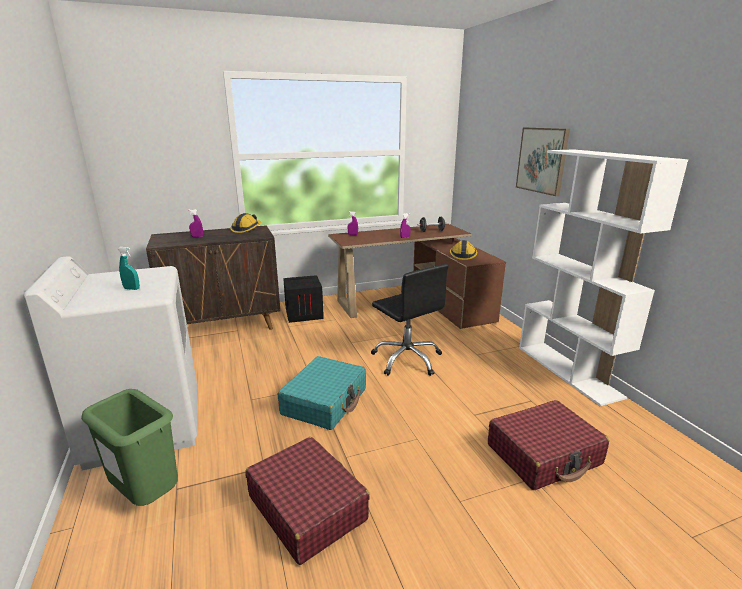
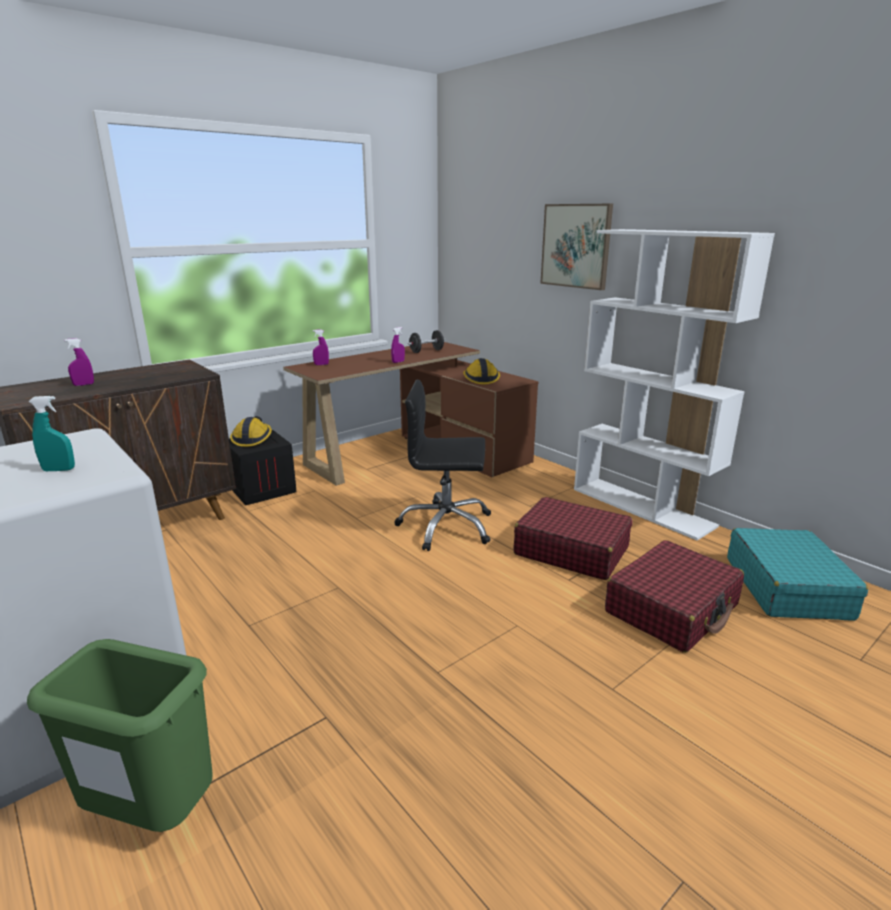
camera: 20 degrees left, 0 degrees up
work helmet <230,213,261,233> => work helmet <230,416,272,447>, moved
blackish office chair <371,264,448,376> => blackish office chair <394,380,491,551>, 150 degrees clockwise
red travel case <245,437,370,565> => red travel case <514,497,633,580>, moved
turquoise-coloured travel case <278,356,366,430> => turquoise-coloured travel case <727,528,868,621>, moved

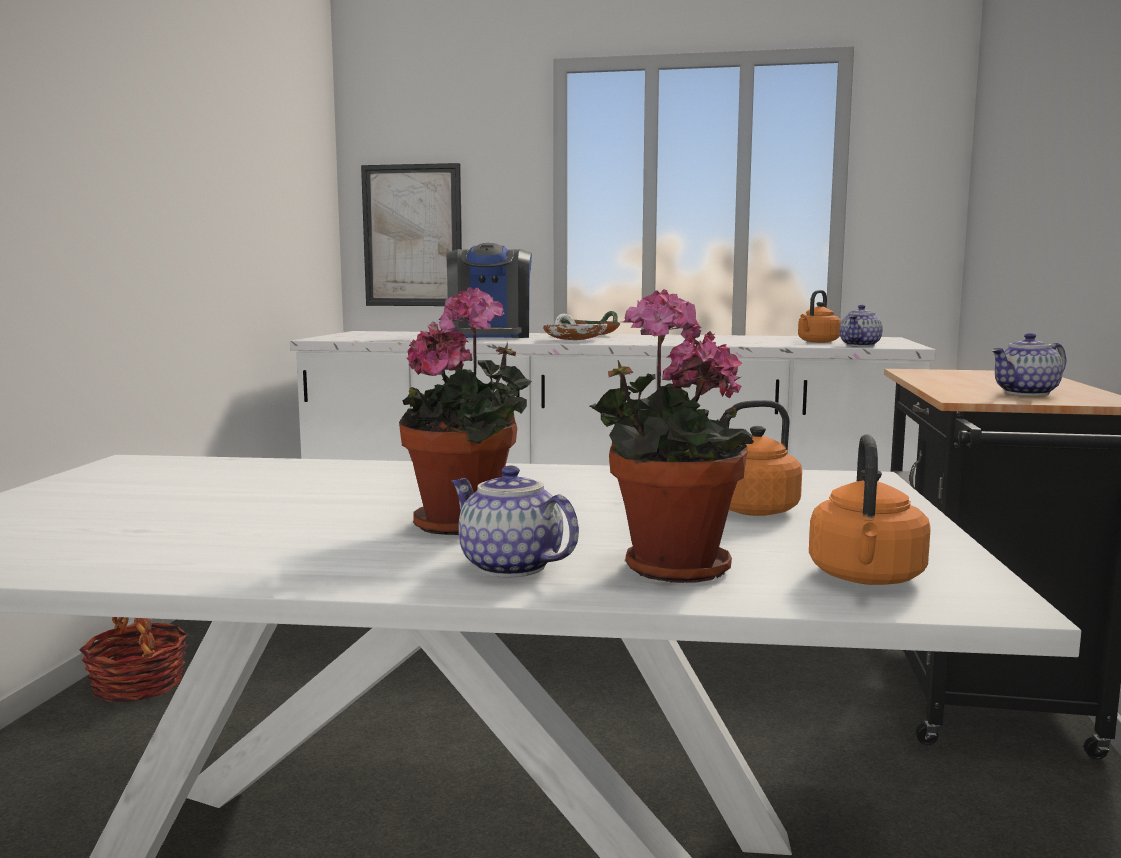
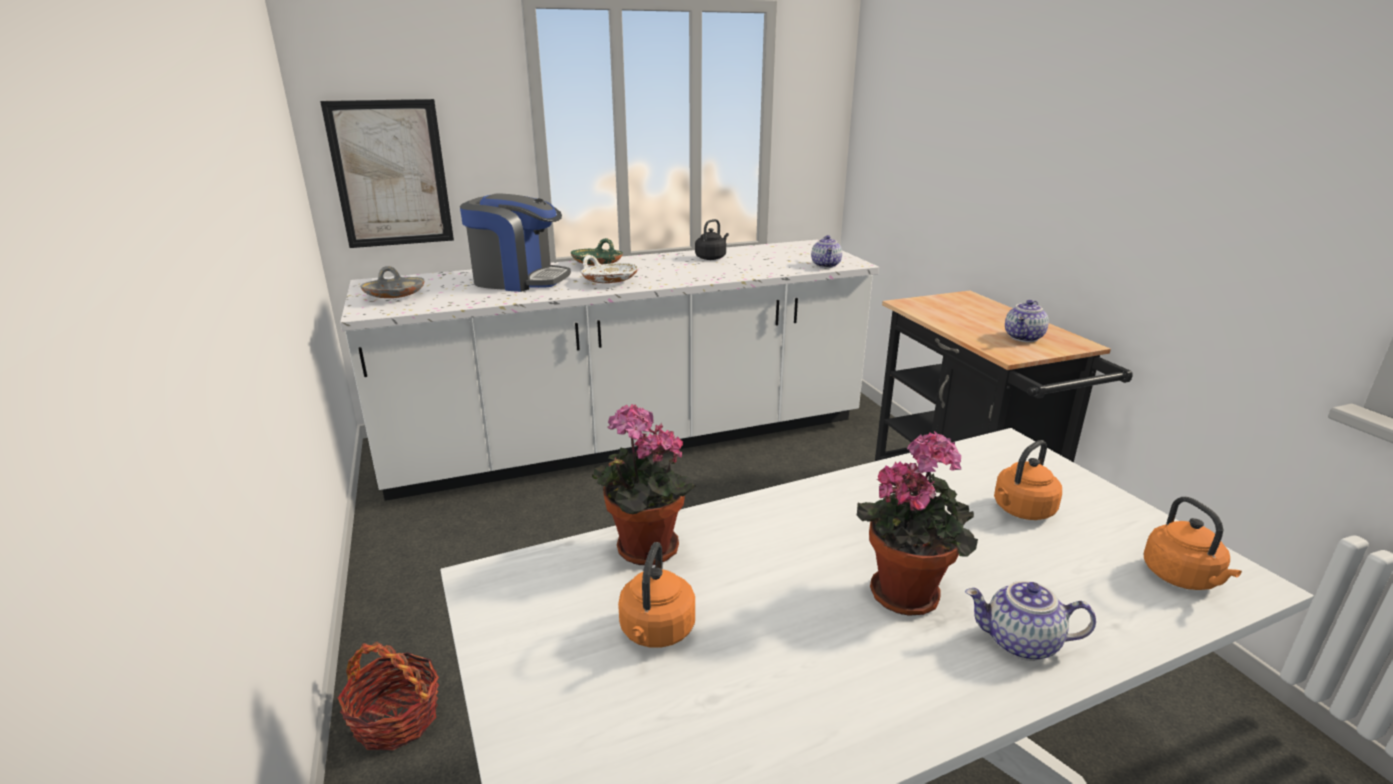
camera: 30 degrees left, 15 degrees up
nothing => grey deep dish <360,266,424,298>
coffee machine <446,243,532,338> => coffee machine <460,193,571,292>, 45 degrees counterclockwise
plant in a pot <590,290,754,583> => plant in a pot <592,404,696,565>, moved
orange kettle <798,290,841,343> => orange kettle <618,542,695,648>, moved
nothing => blackish kettle <695,219,729,260>

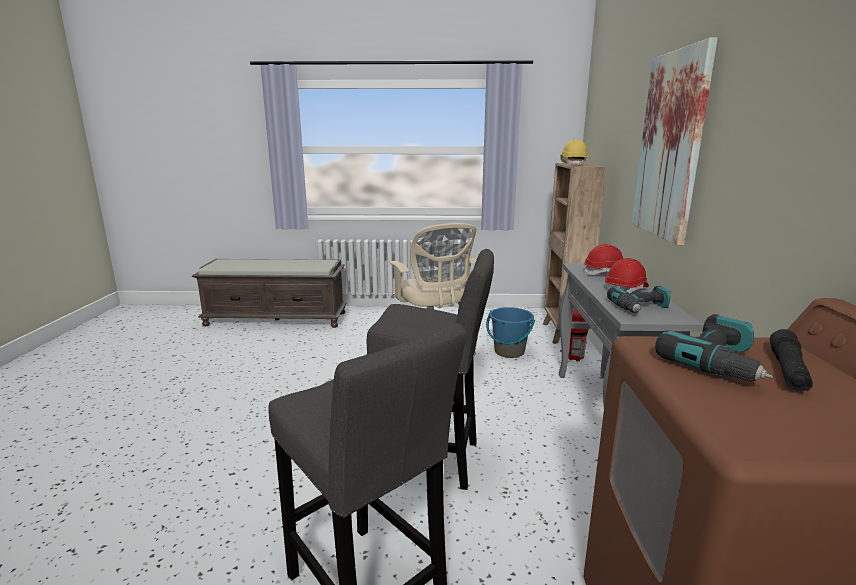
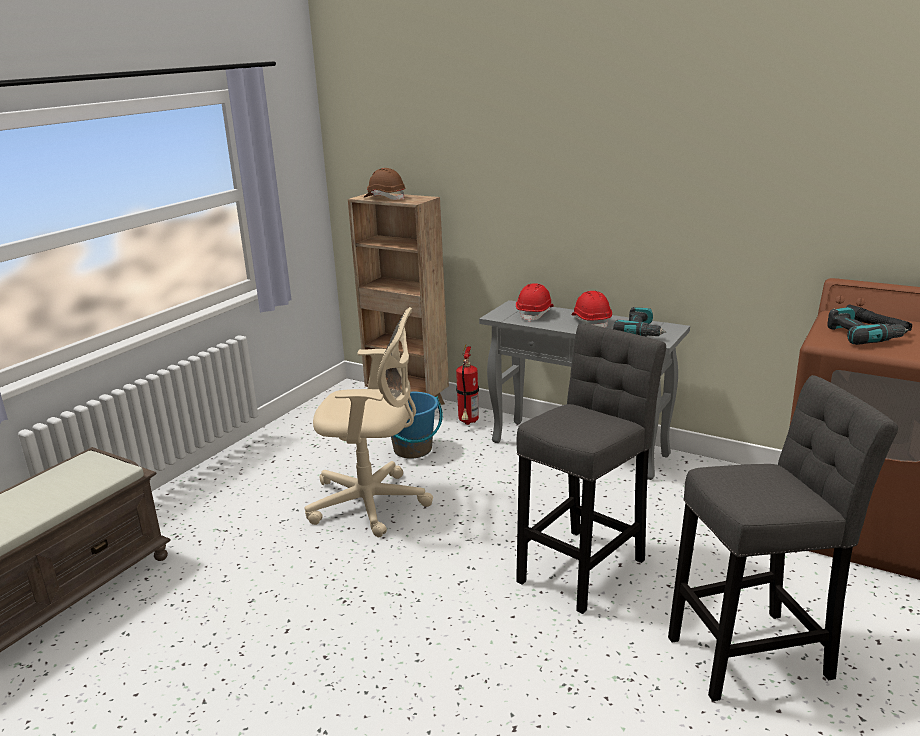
camera: 60 degrees left, 5 degrees up
yellow-coloured work helmet <560,139,589,165> => brown-coloured work helmet <364,168,405,200>
picture <632,37,718,245> => nothing

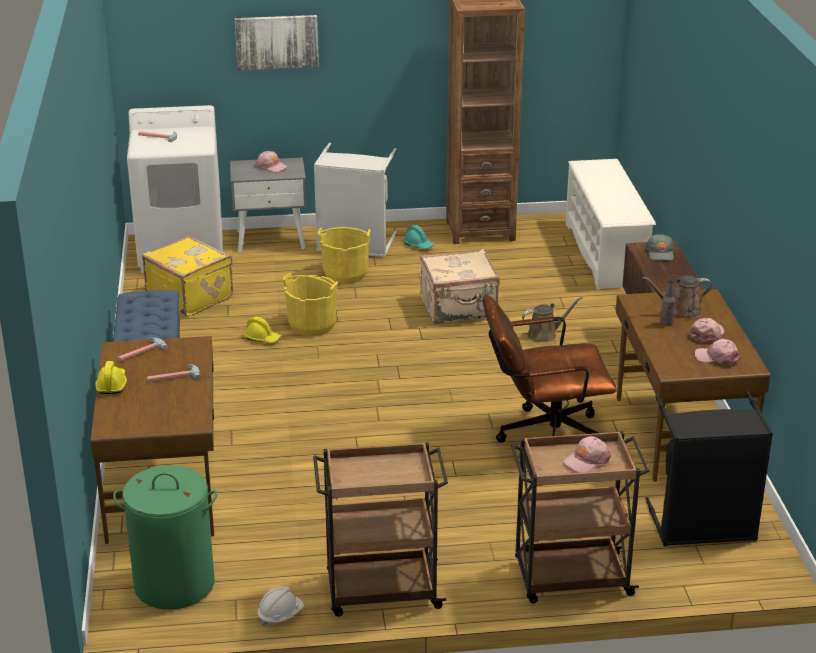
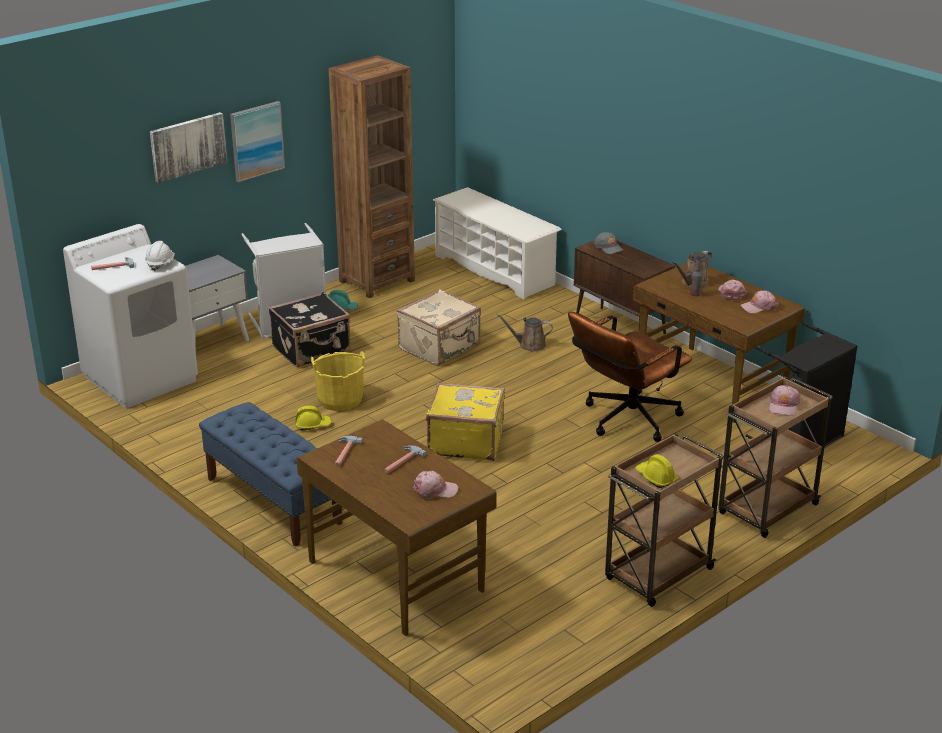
camera: 35 degrees left, 0 degrees up
white-coloured work helmet <258,587,304,626> => white-coloured work helmet <145,241,175,271>, moved
nothing => picture <230,101,285,182>
yellow-coloured pail <318,227,371,284> => blackish travel case <269,292,351,367>
pink-coloured cap <256,151,288,172> => pink-coloured cap <413,471,458,499>, moved
yellow-coloured travel case <142,236,233,316> => yellow-coloured travel case <426,383,505,461>, moved
brown-coloured watering can <522,297,583,342> => brown-coloured watering can <496,314,553,352>, 120 degrees counterclockwise
yellow-coloured work helmet <95,361,127,394> => yellow-coloured work helmet <635,454,678,488>, moved
green laundry basket <113,465,217,610> => nothing

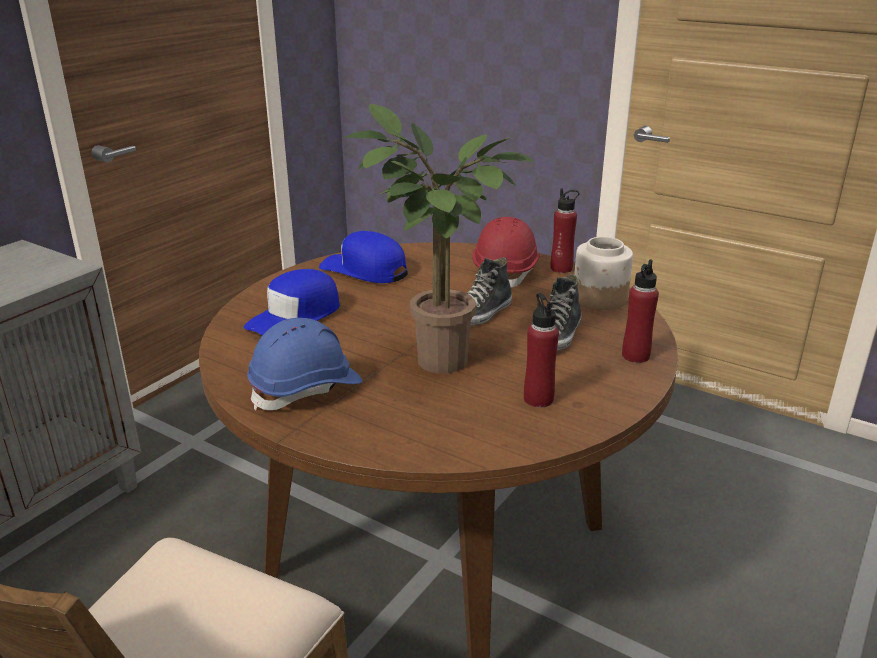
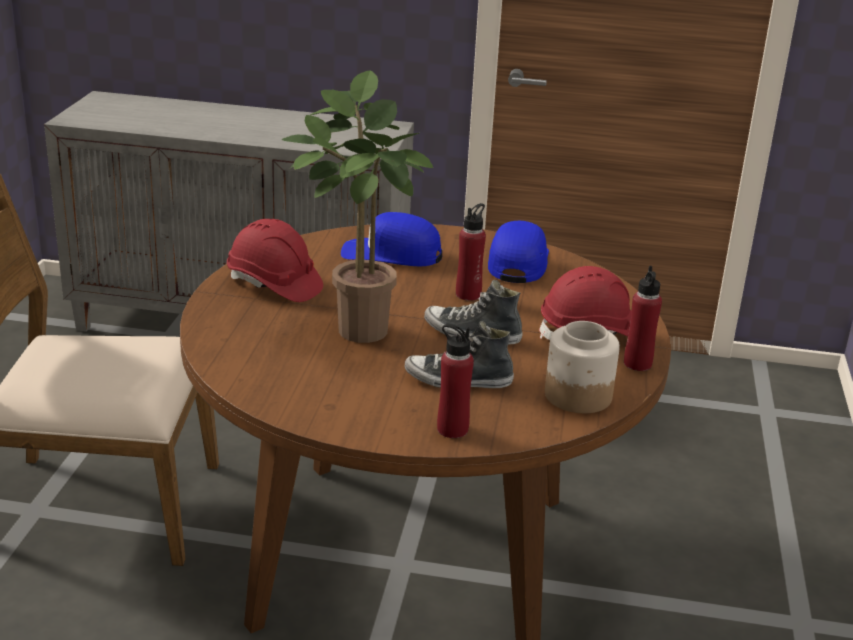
camera: 65 degrees right, 0 degrees up
blue work helmet <247,318,362,411> => red work helmet <227,219,323,302>
red drink bottle <524,293,559,407> => red drink bottle <456,203,486,301>, moved

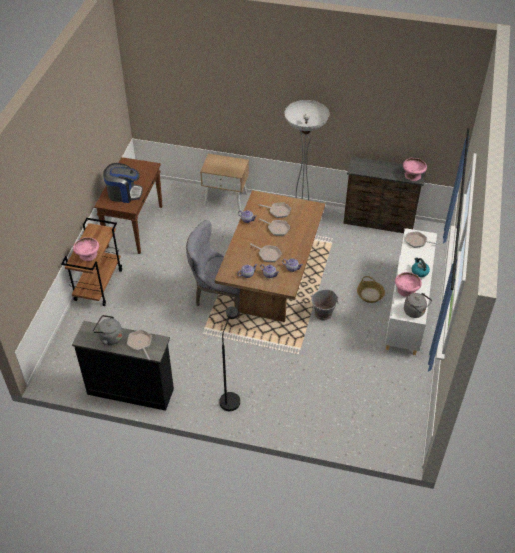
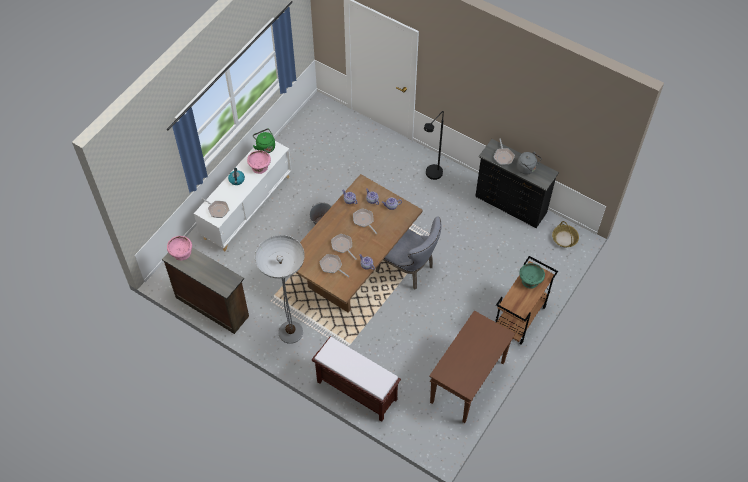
camera: 160 degrees left, 10 degrees up
grey kettle <404,293,432,318> => green kettle <253,128,275,153>
beige-coloured bedside table <200,154,249,211> => brown-coloured bench <312,337,401,422>
pink-coloured deep dish <73,237,99,261> => green deep dish <519,263,545,289>
storage basket <357,276,385,303> => storage basket <552,221,579,248>, moved
coffee machine <103,163,143,203> => nothing

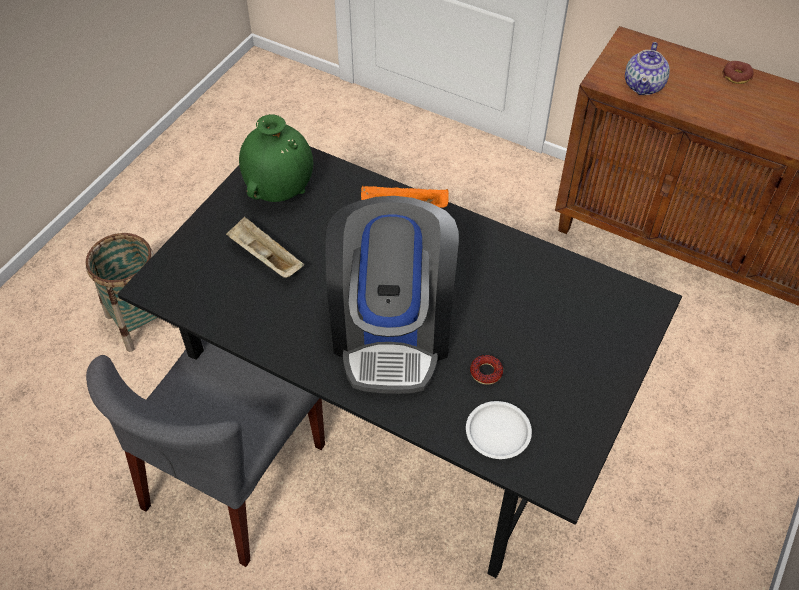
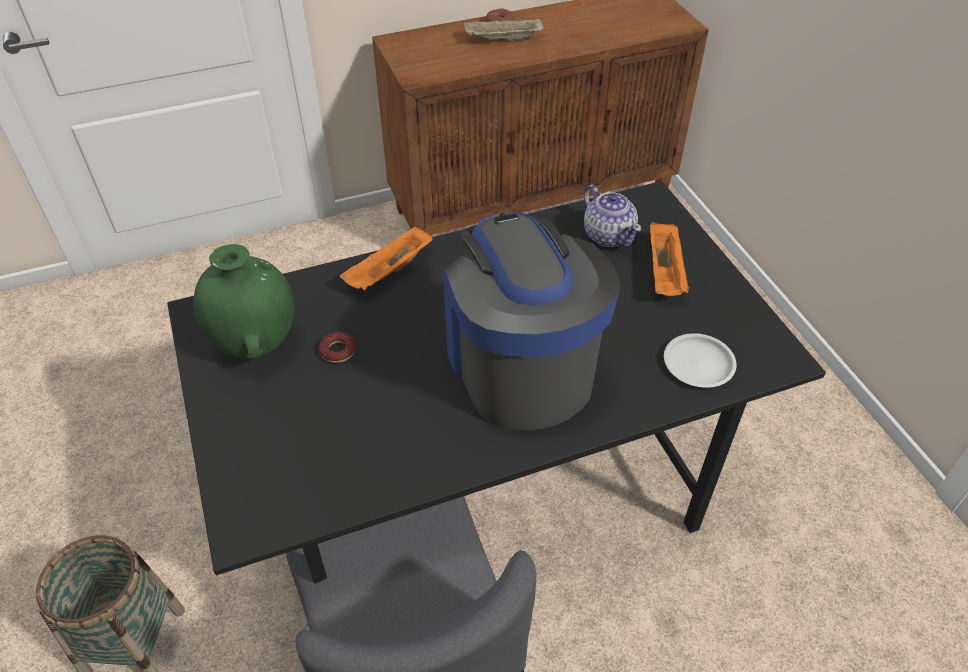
camera: 50 degrees left, 5 degrees down
doughnut <470,355,503,385> => doughnut <319,332,356,363>, moved
coffee machine <326,196,459,394> => coffee machine <443,212,621,430>, 150 degrees counterclockwise
beige-coloured carrying tray <226,216,304,278> => beige-coloured carrying tray <464,18,544,42>, moved
pot for tea <625,42,670,95> => pot for tea <584,185,642,247>, moved
nothing => orange carrying tray <650,221,690,296>

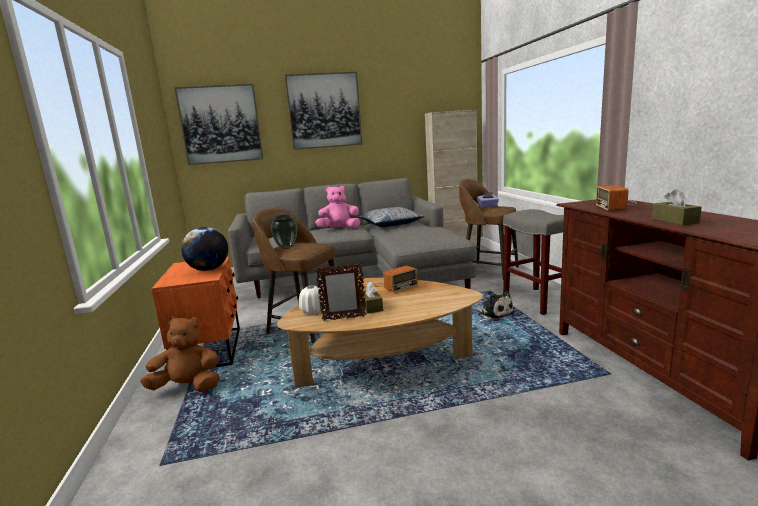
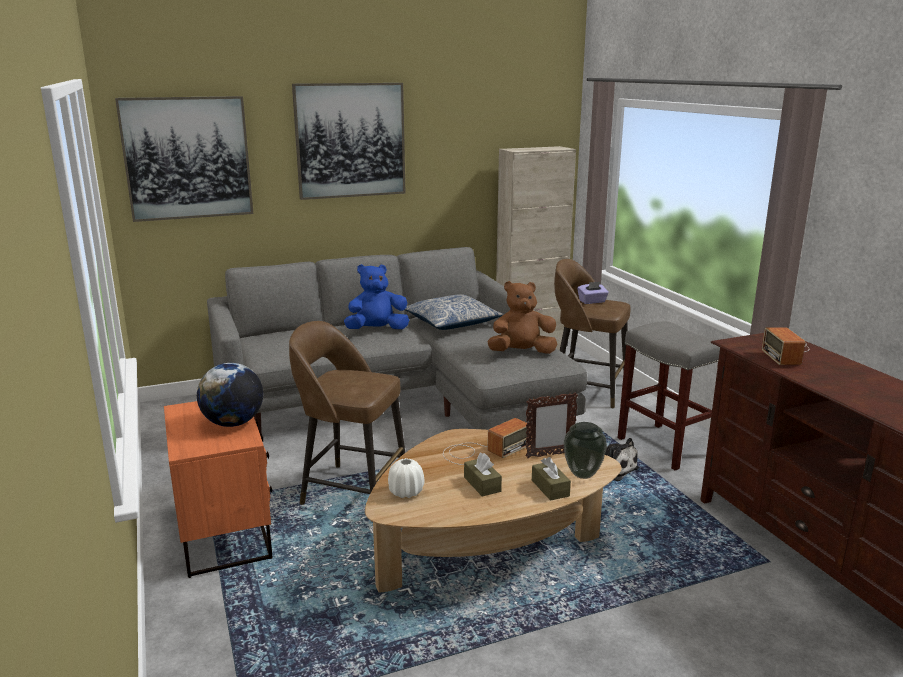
camera: 10 degrees left, 5 degrees up
pink-coloured cuddly toy <315,186,361,228> => blue cuddly toy <344,264,409,329>
brown-coloured cuddly toy <140,316,220,392> => brown-coloured cuddly toy <487,281,557,354>, moved
standing frame <315,263,366,321> => standing frame <525,392,578,458>, moved
brown-coloured tissue holder <652,189,702,225> => brown-coloured tissue holder <532,457,571,501>, moved
vase <271,215,297,249> => vase <563,422,607,479>, moved

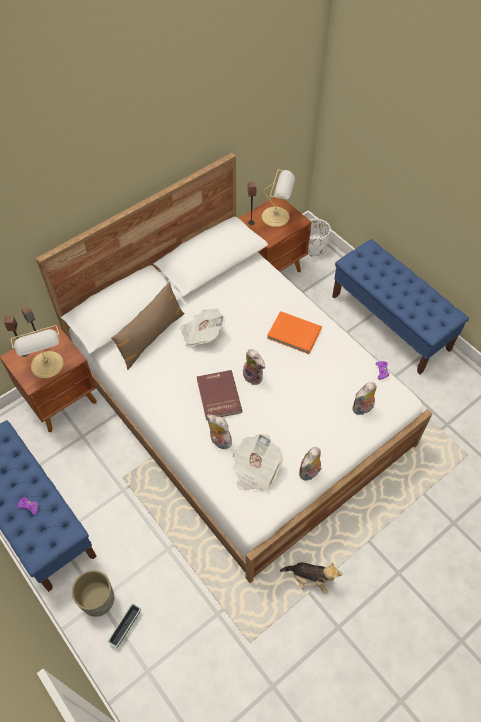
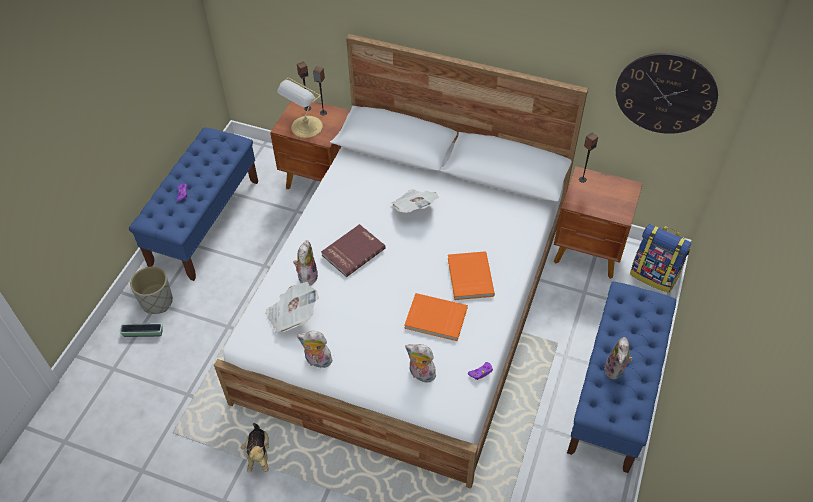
camera: 60 degrees right, 5 degrees down
nothing => orange book <404,293,468,341>
cuddly toy <243,349,265,385> => cuddly toy <604,337,633,380>, moved
nothing => clock on the wall <616,53,718,134>
white-coloured plant pot <308,218,331,257> => knapsack <630,224,691,293>
brown-coloured pillow <111,282,185,370> => nothing
table lamp <262,169,295,227> => nothing

